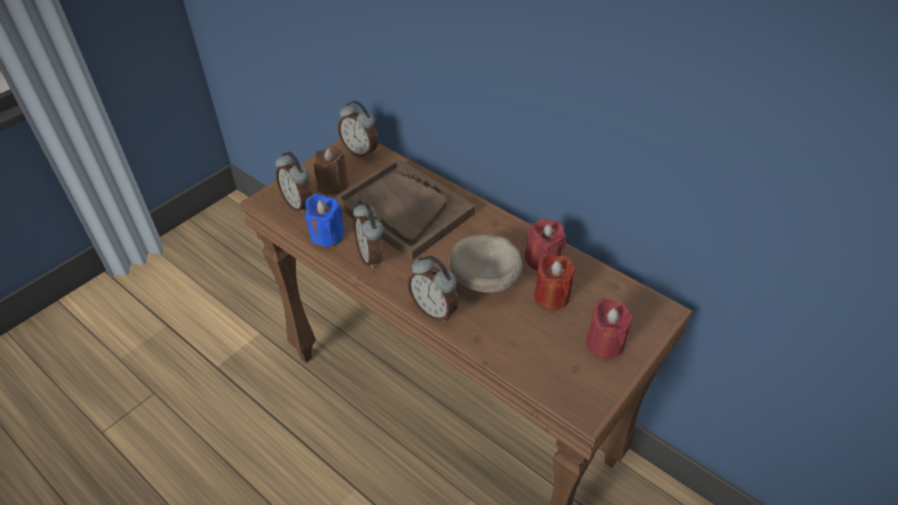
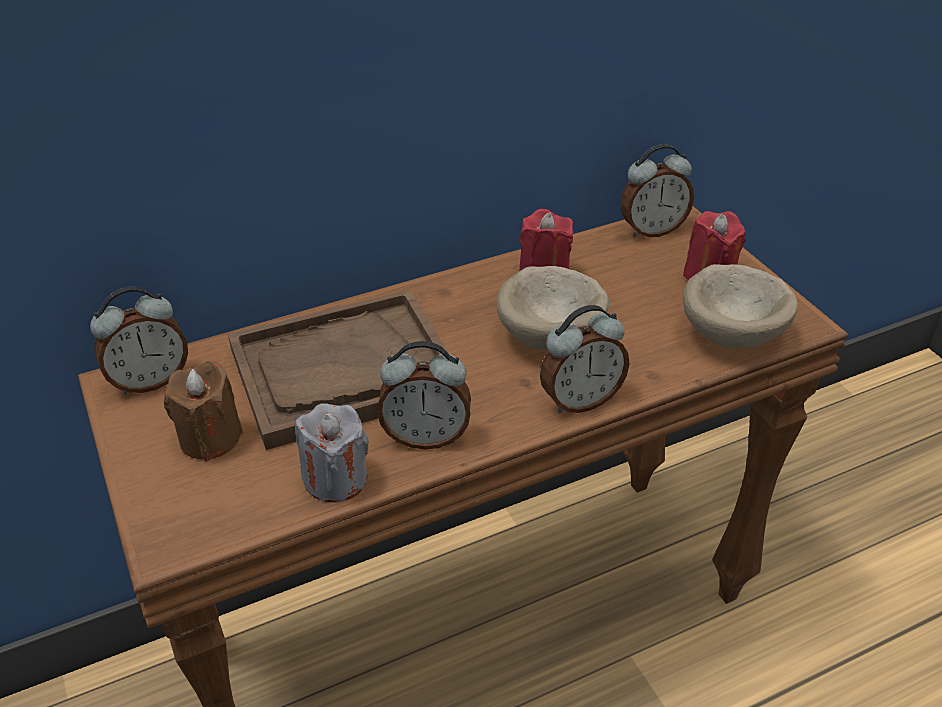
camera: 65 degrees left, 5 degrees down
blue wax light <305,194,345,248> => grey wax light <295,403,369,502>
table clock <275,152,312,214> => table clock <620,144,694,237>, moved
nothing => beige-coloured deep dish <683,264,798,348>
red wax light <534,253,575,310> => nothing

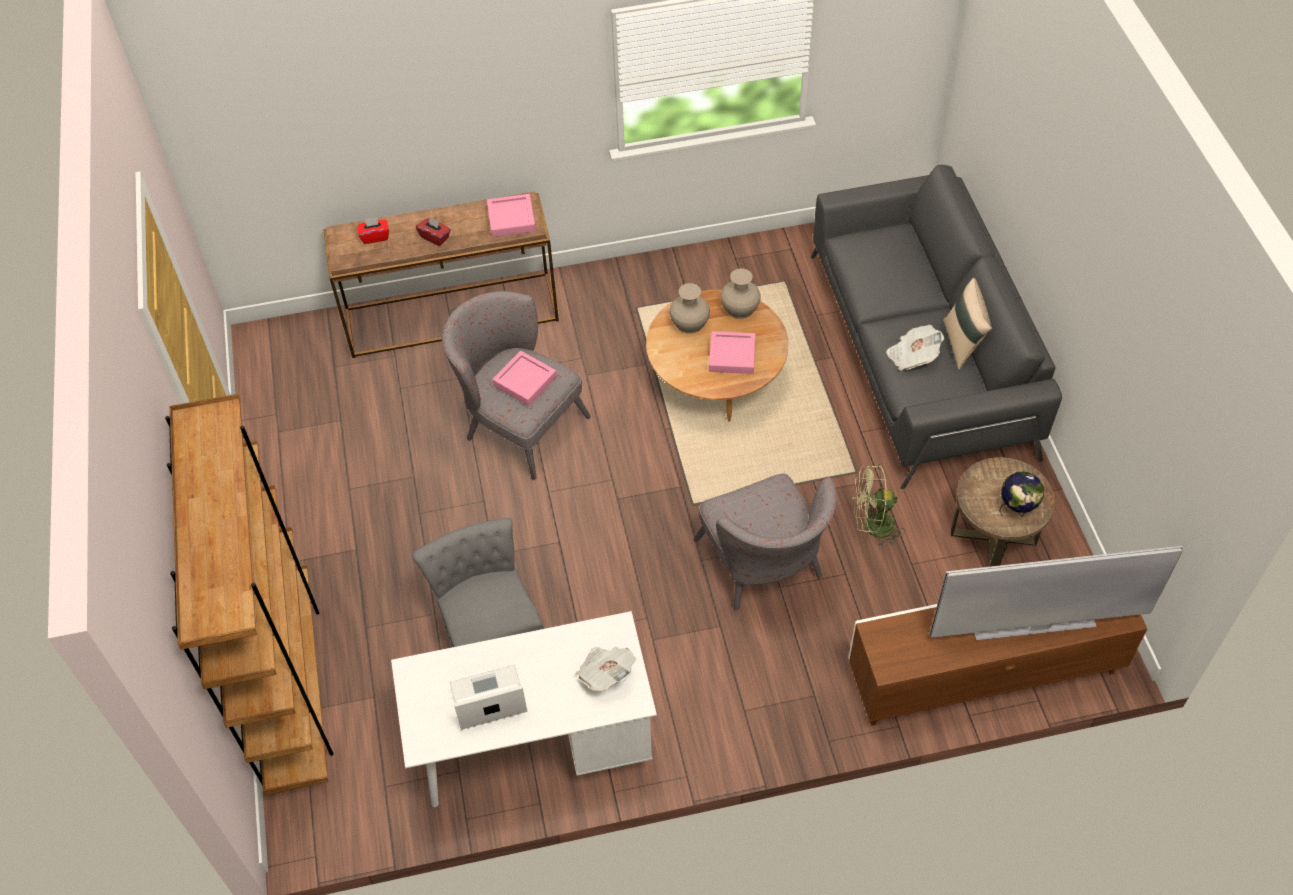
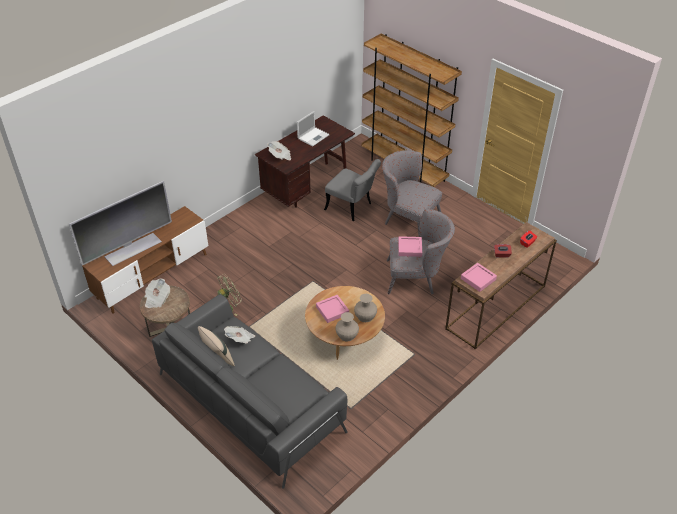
camera: 145 degrees right, 10 degrees down
world globe <999,471,1044,517> => daily paper <144,278,170,308>
white-coloured desk <391,611,657,807> => brown-coloured desk <255,115,355,208>
grey easy chair <694,474,837,611> => grey easy chair <382,150,442,237>, moved

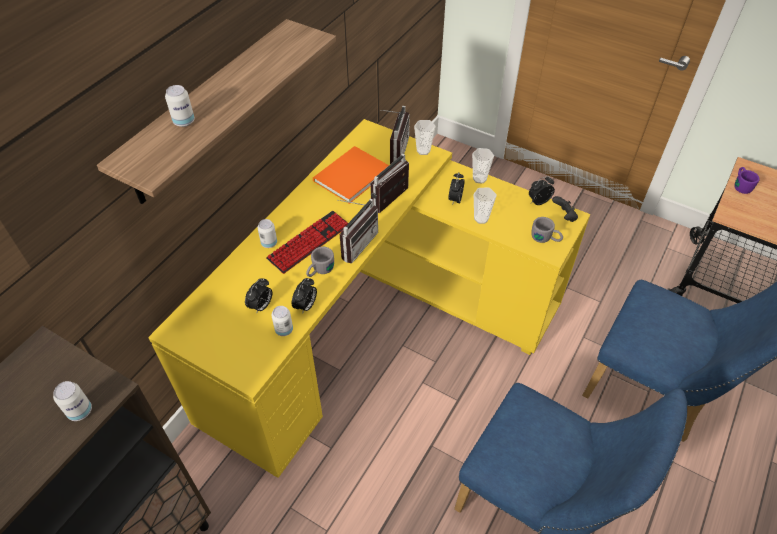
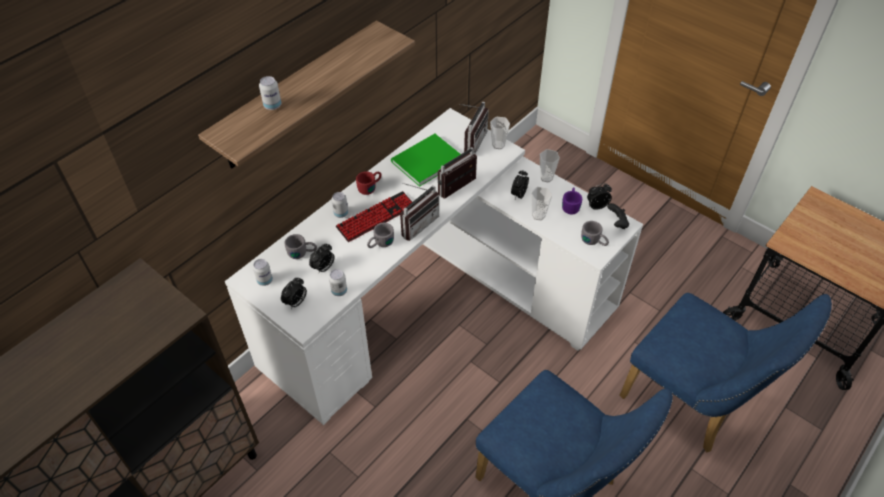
camera: 10 degrees right, 0 degrees up
yellow-coloured desk <148,119,590,478> => white-coloured desk <225,108,643,425>
can <53,381,92,421> => can <253,259,273,286>, moved
table clock <292,278,317,314> => table clock <281,278,307,309>, moved
nothing => grey mug <284,234,317,259>
nothing => red mug <356,171,382,195>
orange book <313,146,389,204> => green book <391,134,461,187>
purplish mug <734,167,760,194> => purplish mug <562,187,582,214>, moved

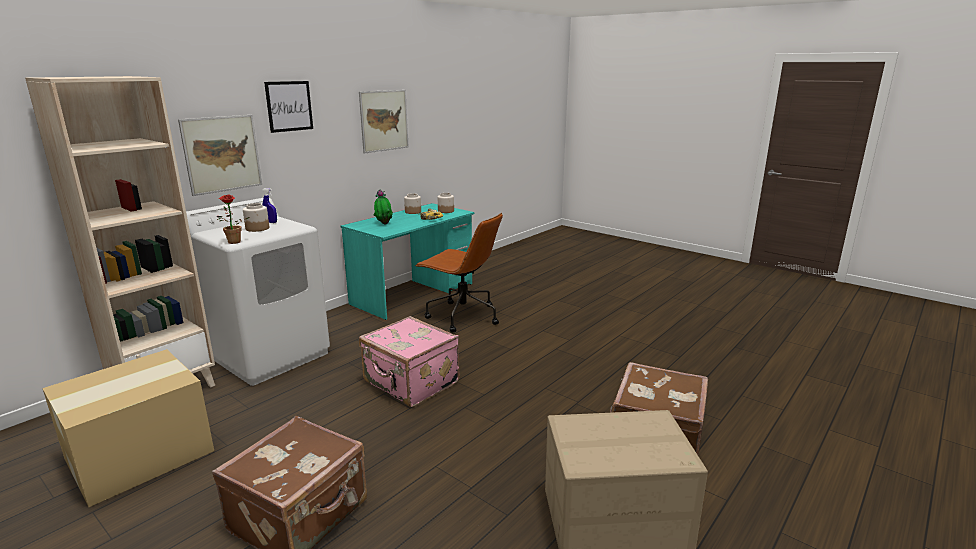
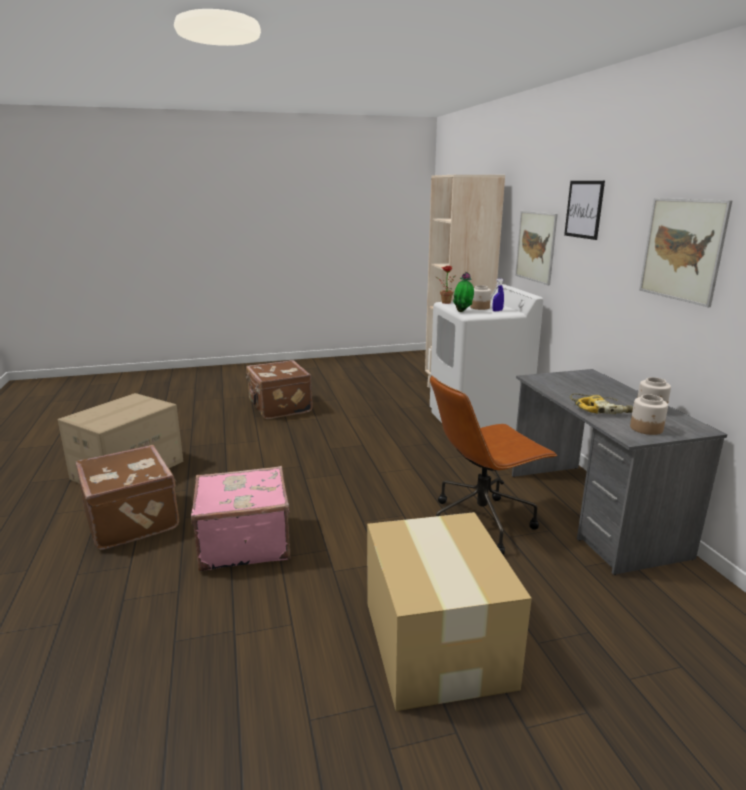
camera: 125 degrees right, 0 degrees up
pink-coloured travel case <359,316,460,407> => pink-coloured travel case <191,466,291,572>, moved
cardboard box <42,349,214,507> => cardboard box <367,512,532,711>, moved
plant in a pot <374,190,393,225> => plant in a pot <453,272,474,312>, moved
turquoise-coloured desk <341,203,474,320> => grey desk <512,369,727,575>

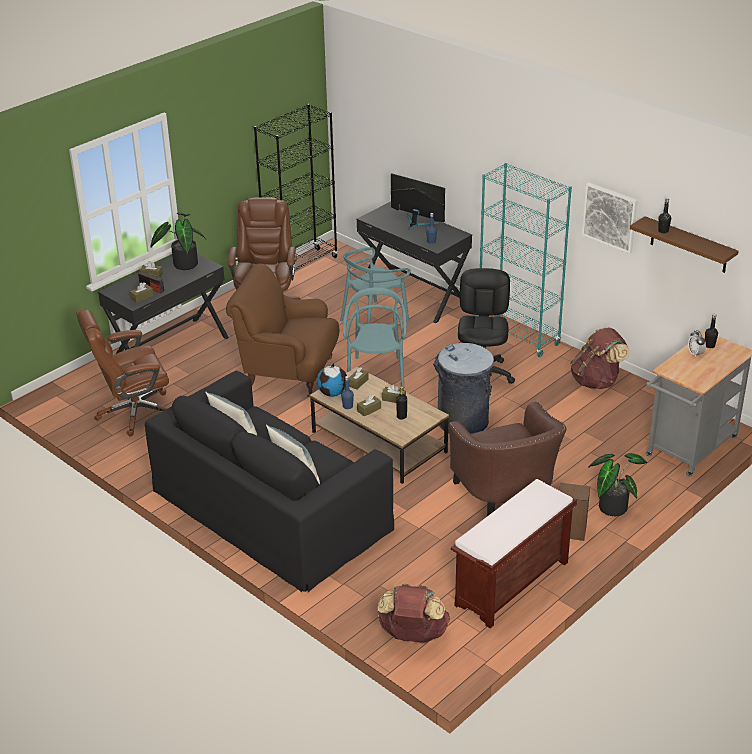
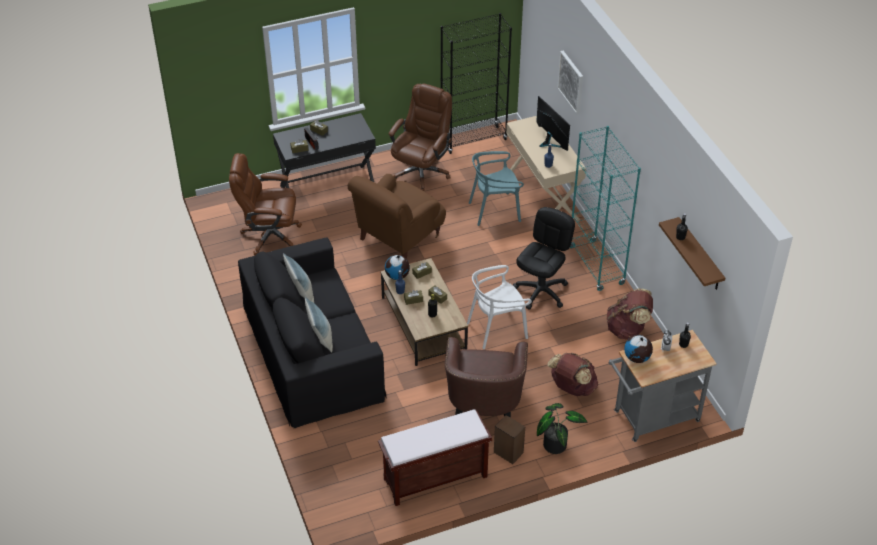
camera: 25 degrees right, 10 degrees up
brown-coloured easy chair <226,264,339,397> => brown-coloured easy chair <348,174,446,259>, 90 degrees counterclockwise
grey trash can <433,343,494,434> => white-coloured plain chair <467,265,532,349>
blackish desk <357,202,472,324> => beige-coloured desk <506,116,586,221>
brown-coloured knapsack <378,584,450,643> => brown-coloured knapsack <547,353,598,396>, moved
picture <582,182,638,254> => picture <557,51,583,114>, moved
nothing => world globe <624,335,653,363>
plant in a pot <150,212,206,270> => nothing
turquoise-coloured plain chair <343,287,406,387> => nothing

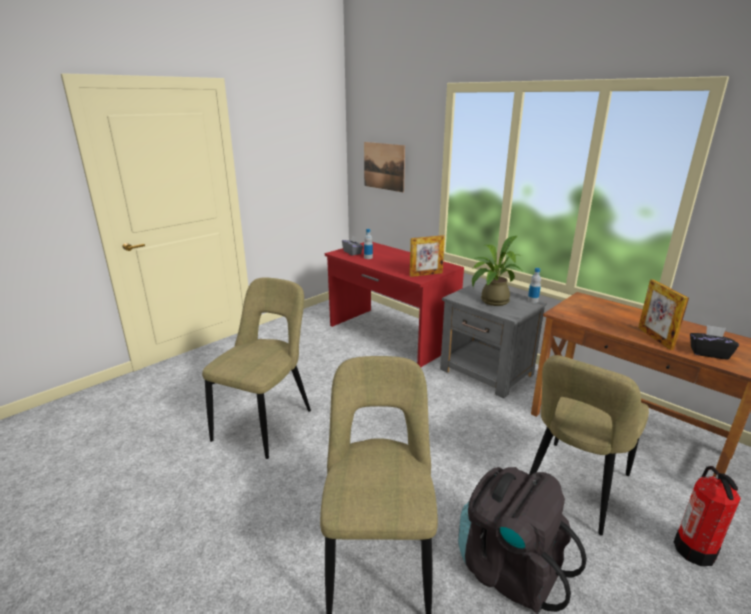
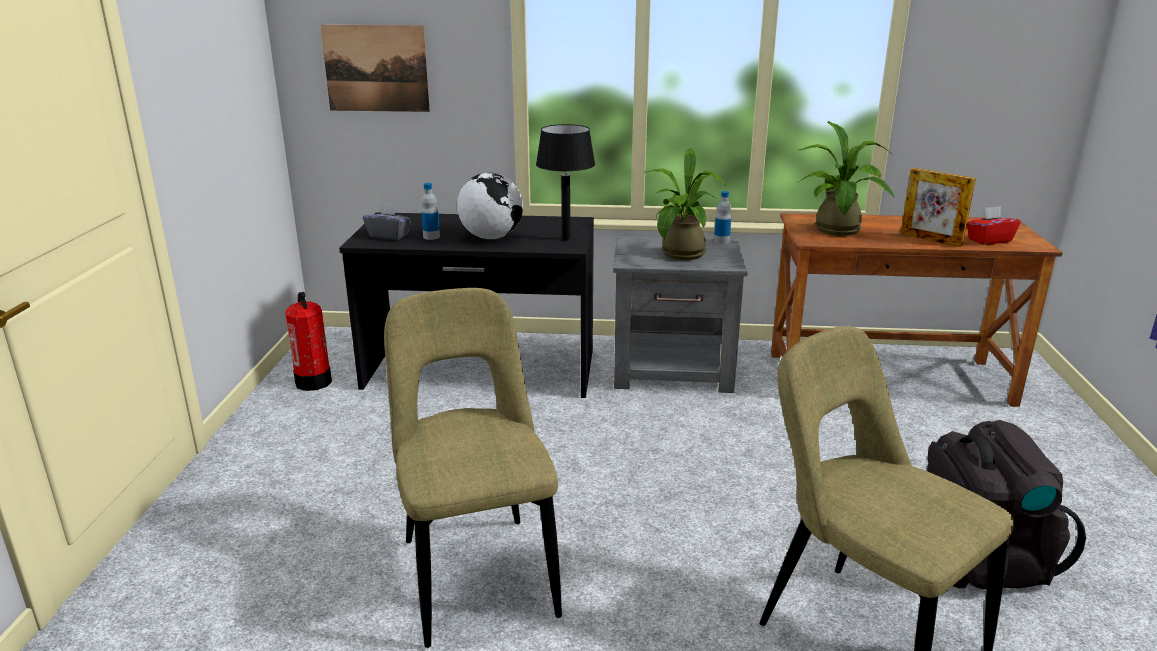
camera: 40 degrees left, 0 degrees up
fire extinguisher <674,466,741,566> => fire extinguisher <285,292,332,391>, moved
red desk <325,242,464,367> => blackish desk <339,212,594,398>
nothing => world globe <457,172,523,239>
standing frame <410,235,445,277> => blackish table lamp <536,124,595,241>
nothing => plant in a pot <799,121,894,236>
blackish tissue holder <690,325,739,360> => red tissue holder <967,206,1021,245>
beige-coloured plain chair <529,355,649,536> => nothing

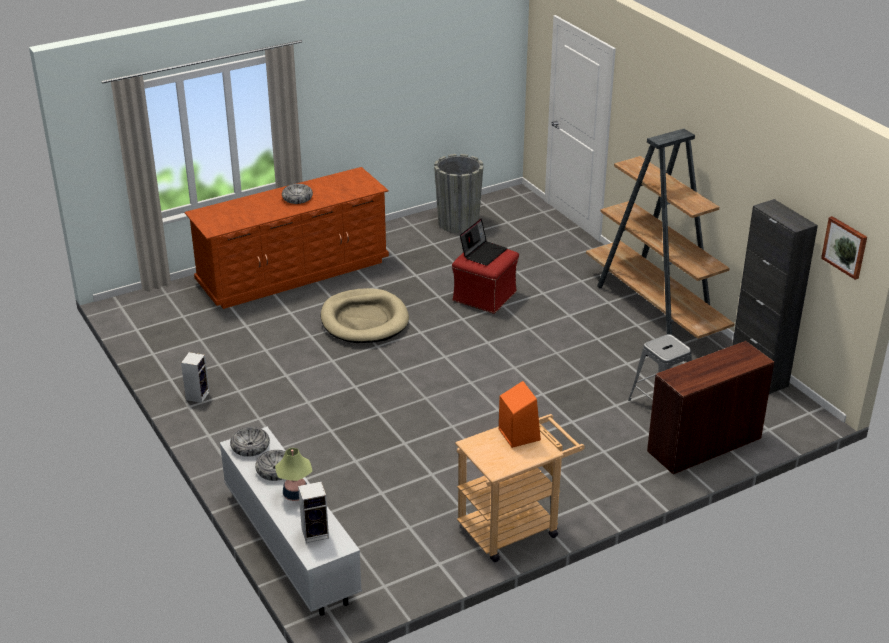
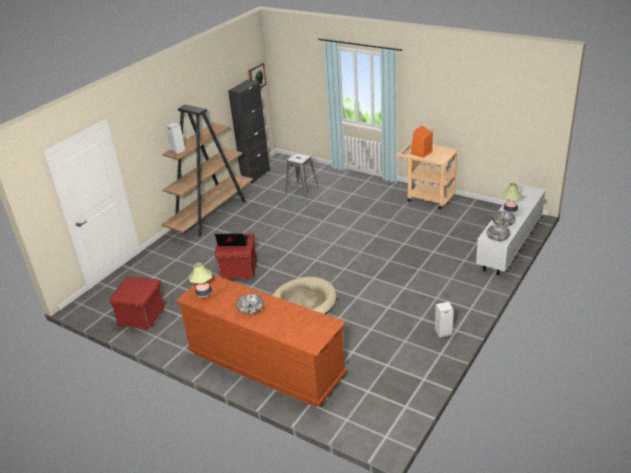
camera: 115 degrees left, 0 degrees up
grey plant pot <434,154,484,233> => red footrest <109,276,166,330>
loudspeaker <298,482,329,543> => loudspeaker <165,122,185,154>, moved
nothing => table lamp <189,263,212,297>
brown-coloured desk <647,341,774,474> => nothing

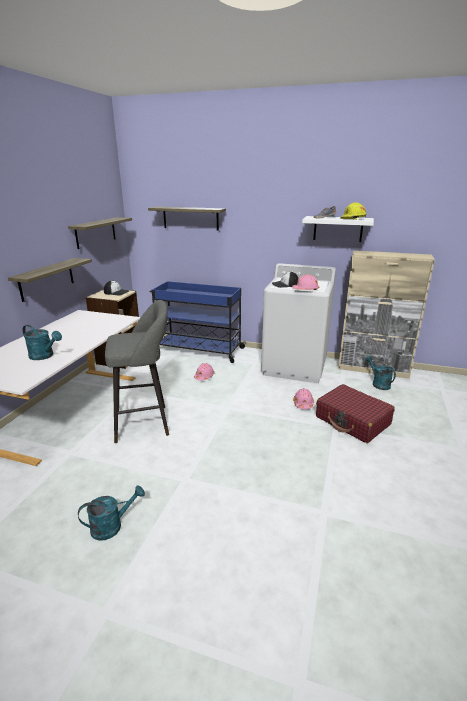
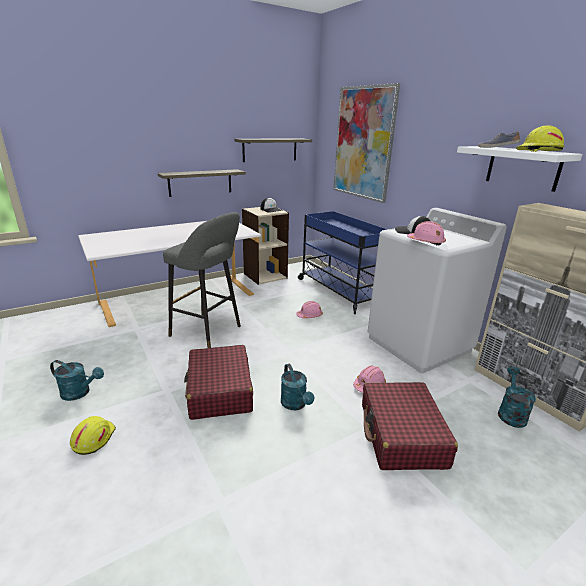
camera: 40 degrees right, 0 degrees up
nothing => yellow-coloured work helmet <70,416,116,455>
nothing => red travel case <184,345,253,420>
turquoise-coloured watering can <22,325,62,360> => turquoise-coloured watering can <281,364,314,410>, moved
wall shelf <148,206,226,231> => picture <333,83,400,203>

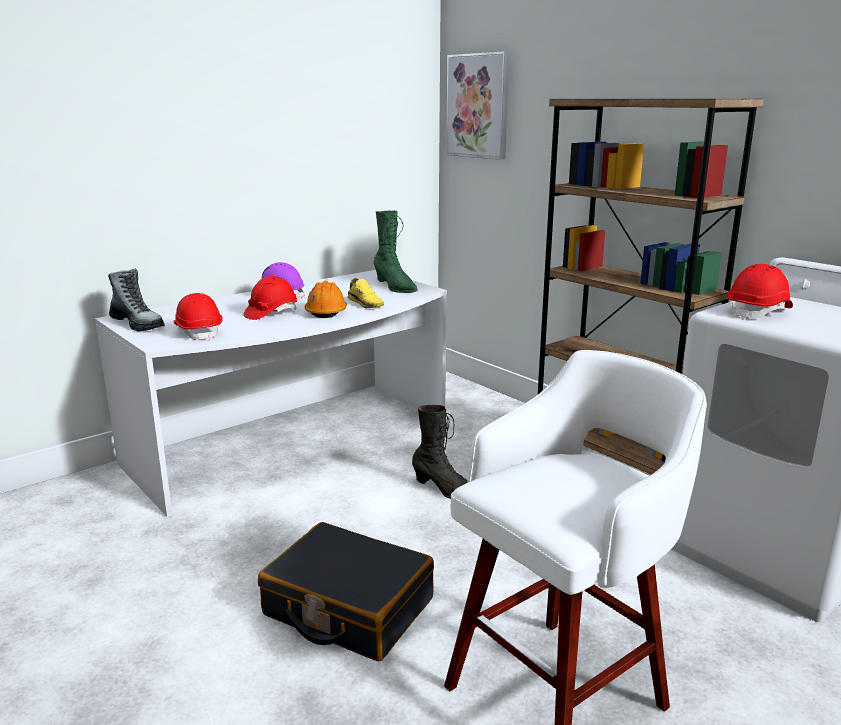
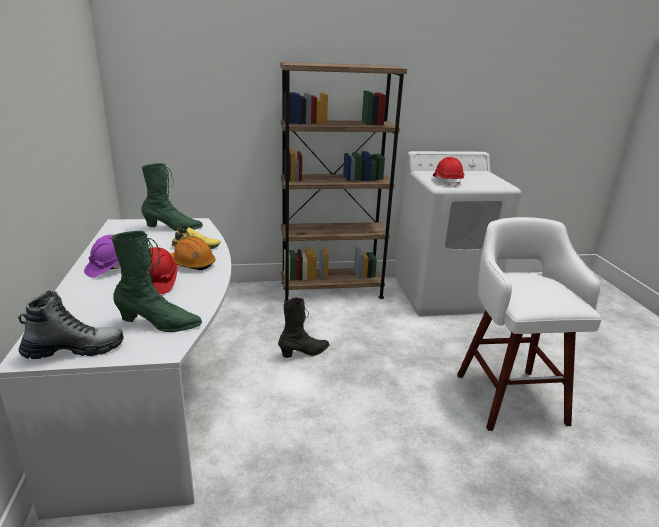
camera: 60 degrees left, 5 degrees up
red work helmet <174,293,223,341> => green high-top boot <111,231,202,332>
blackish travel case <258,522,434,661> => nothing
picture <446,51,509,160> => nothing

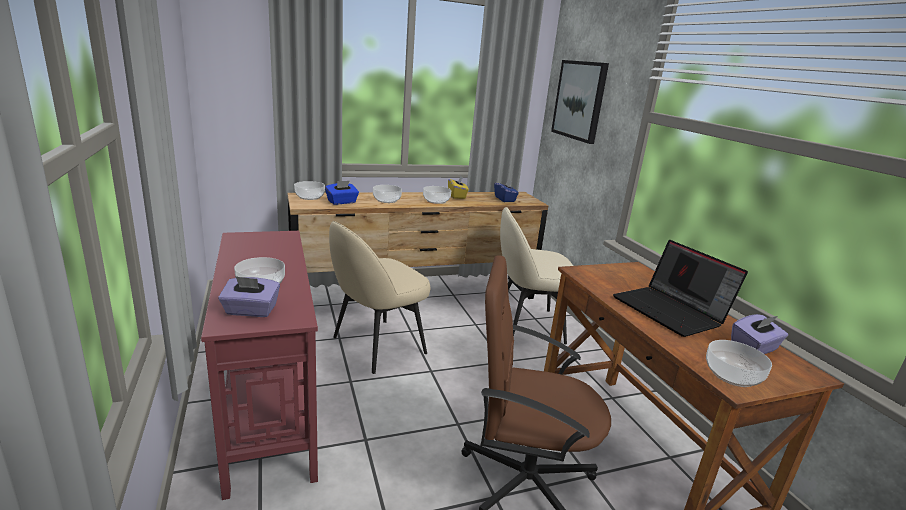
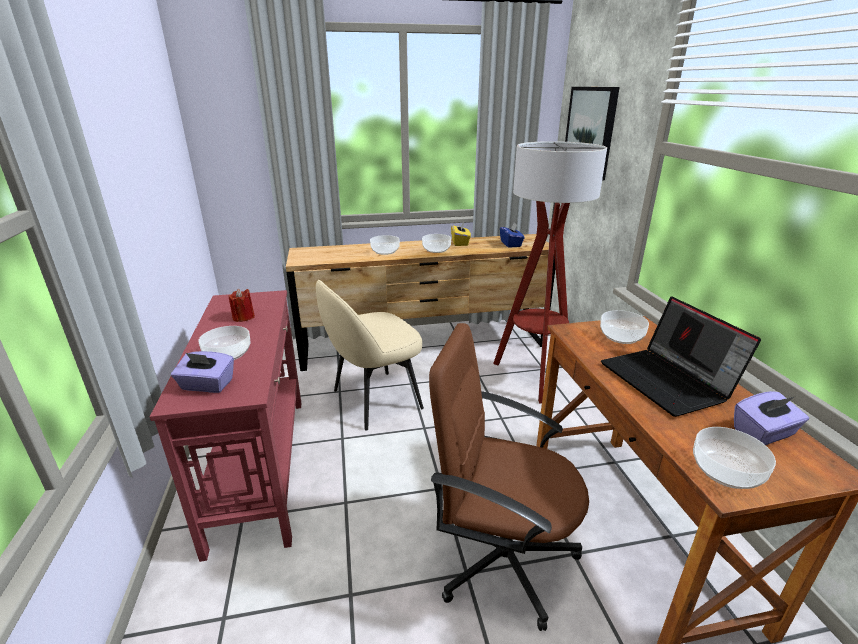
camera: 10 degrees right, 5 degrees up
nothing => red wax light <228,289,255,322>
beige-coloured plain chair <500,207,573,344> => standing lamp <493,141,607,404>
deep dish <294,181,325,200> => deep dish <600,310,649,344>, moved
blue tissue holder <325,181,359,205> => nothing

